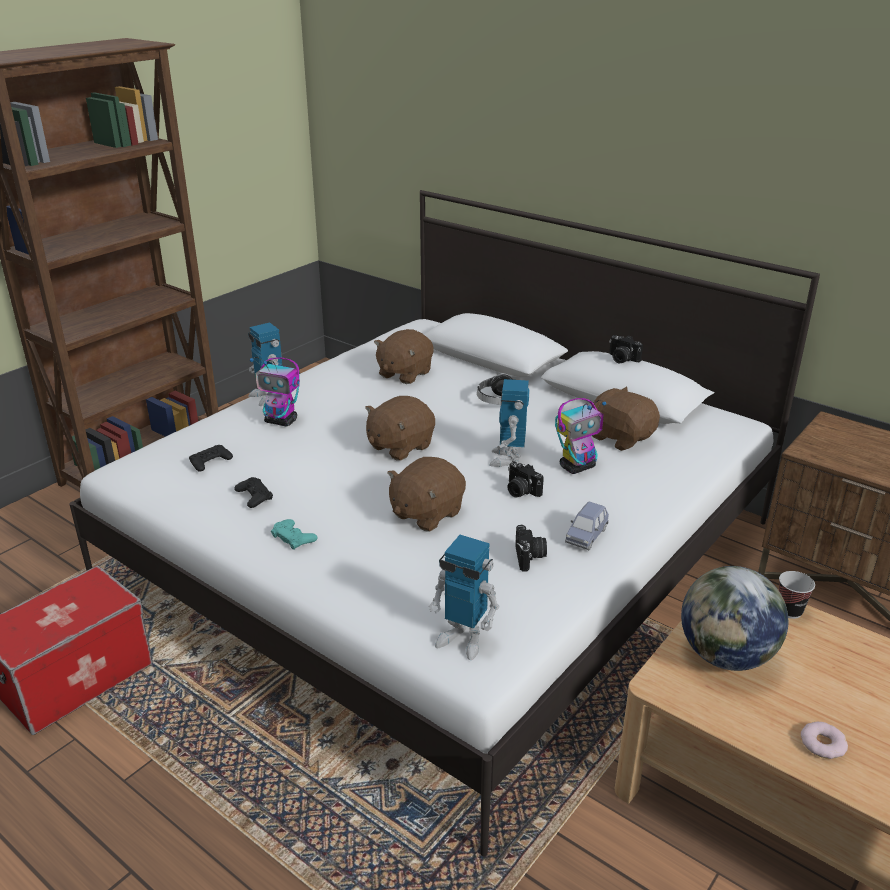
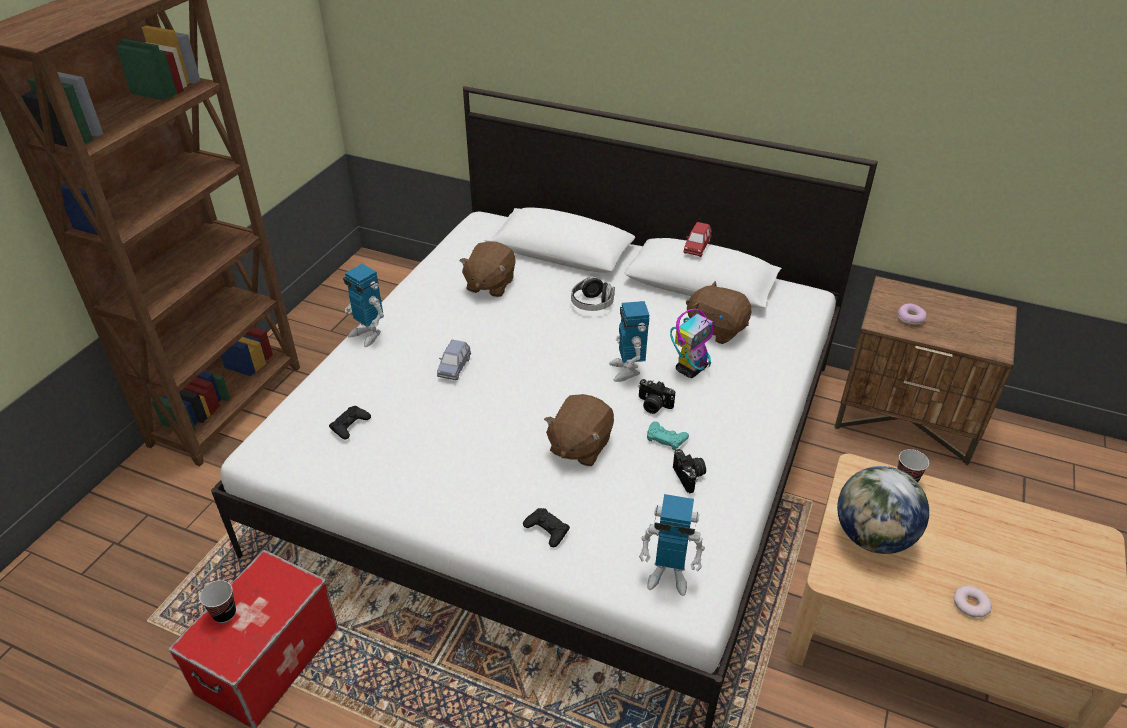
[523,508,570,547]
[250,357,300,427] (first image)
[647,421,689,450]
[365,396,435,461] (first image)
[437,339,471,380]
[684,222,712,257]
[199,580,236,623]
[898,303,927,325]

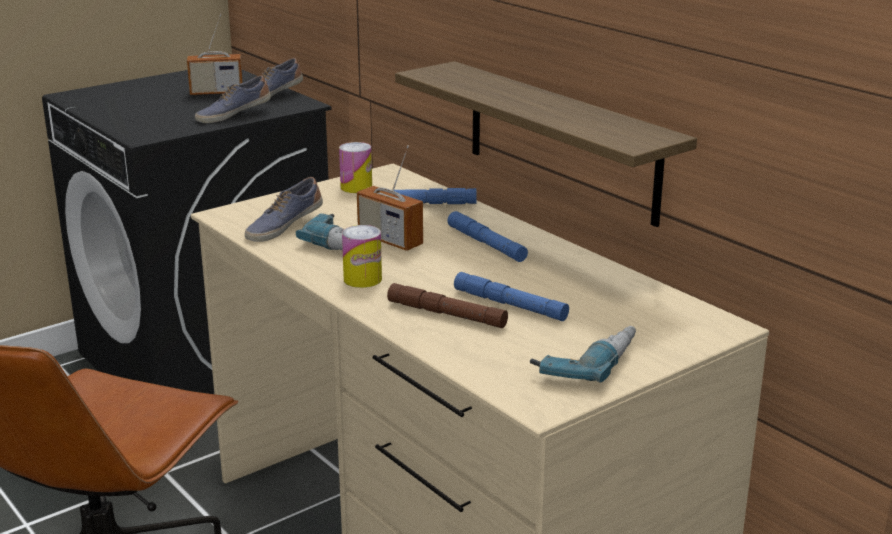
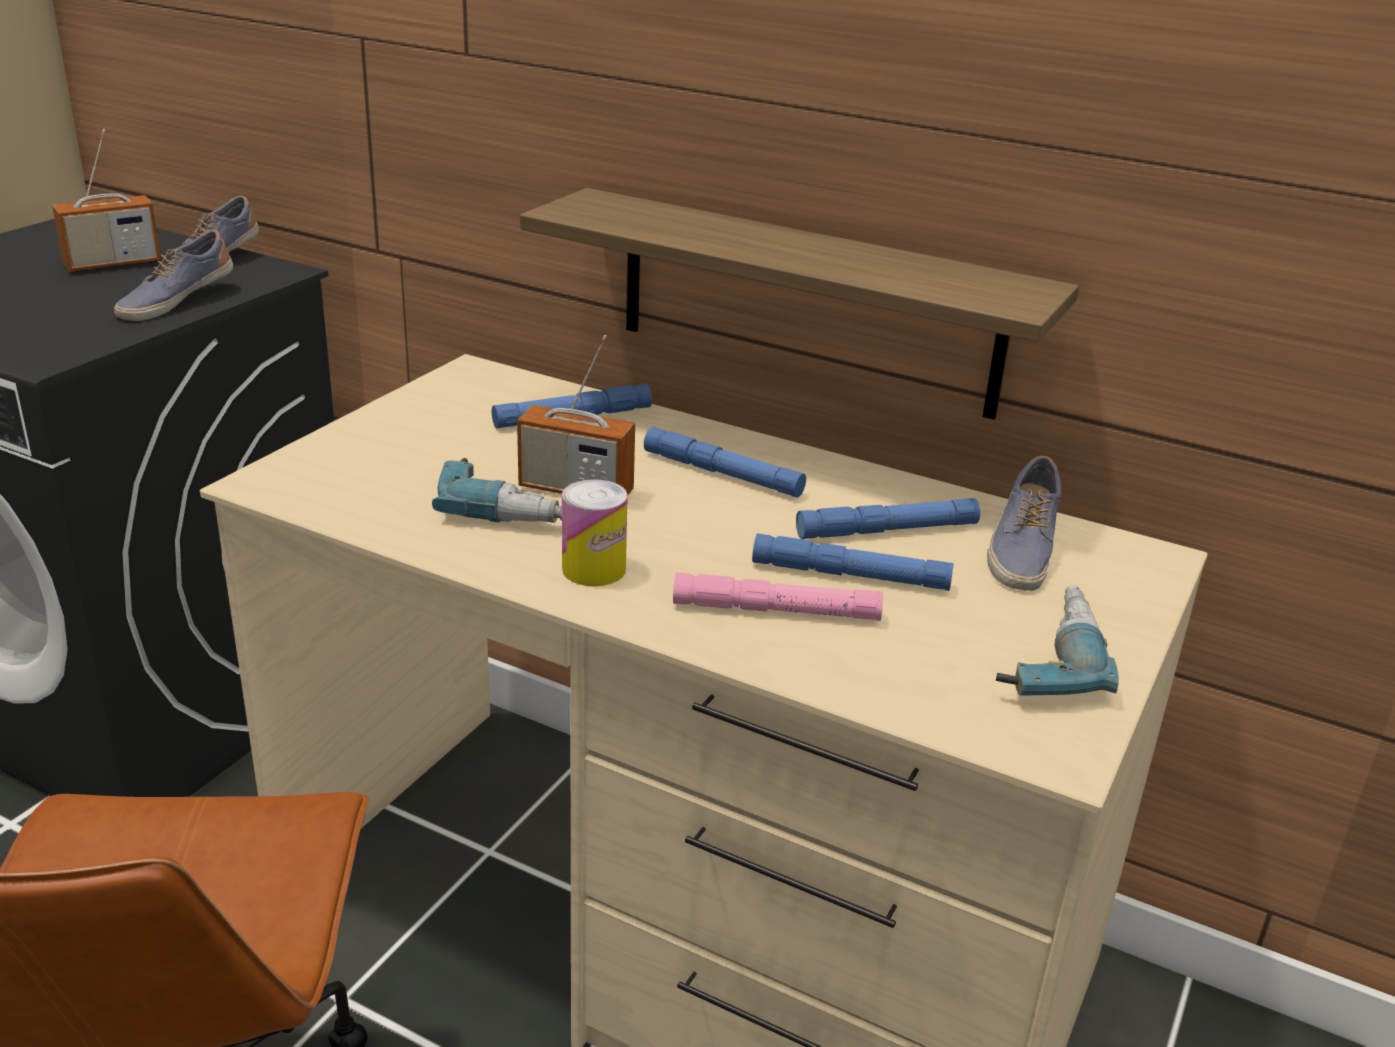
[987,456,1061,591]
[339,142,372,193] (first image)
[673,572,883,621]
[796,498,980,539]

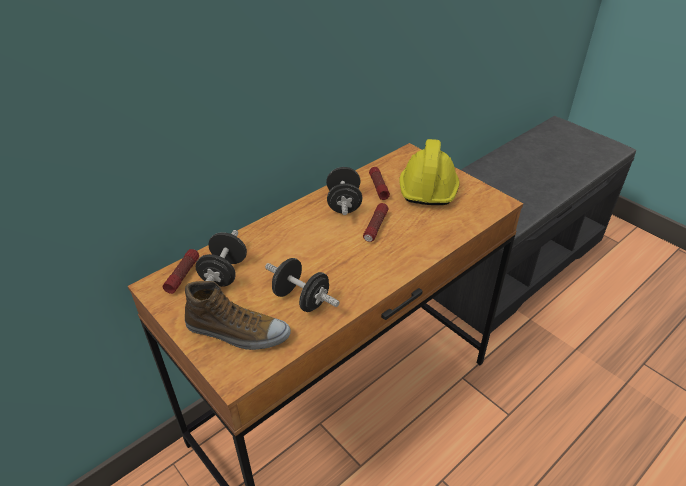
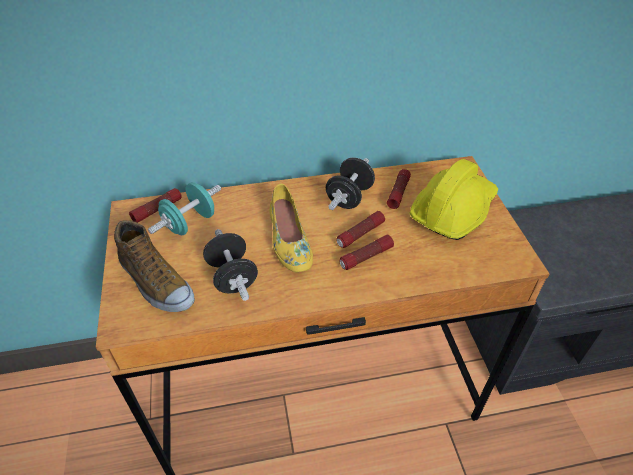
[148,182,221,235]
[269,184,313,272]
[339,235,394,270]

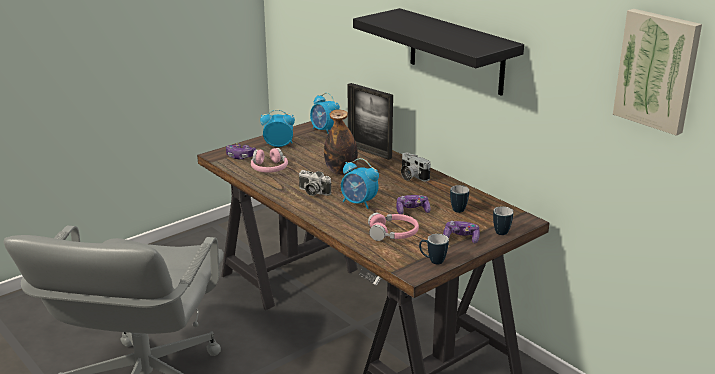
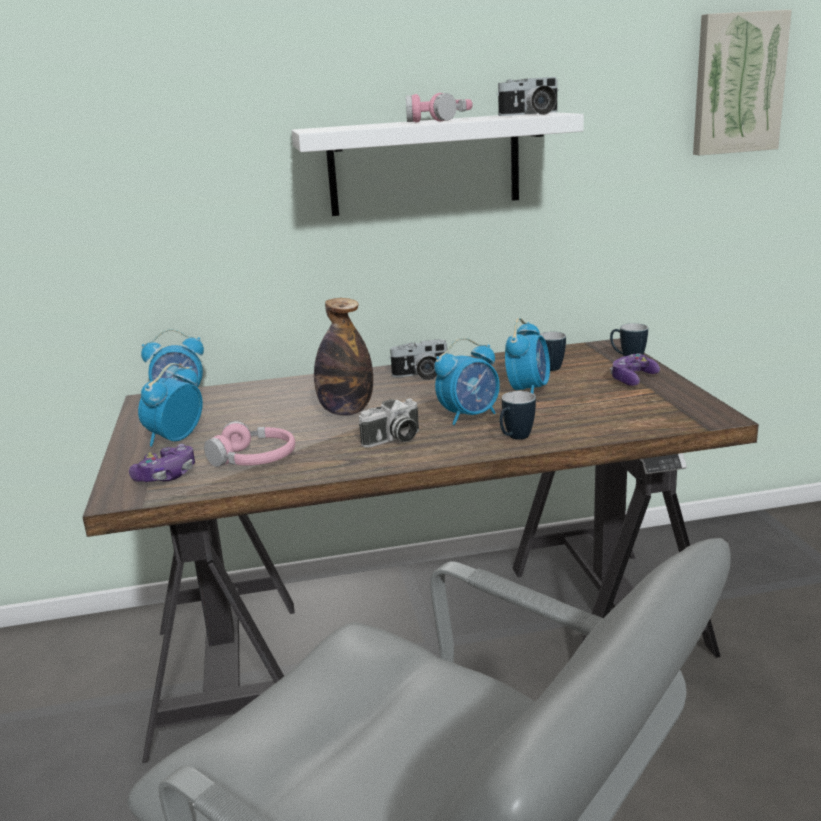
[348,83,393,160] (first image)
[291,112,584,216]
[406,93,473,122]
[505,318,550,393]
[500,391,536,440]
[496,77,557,116]

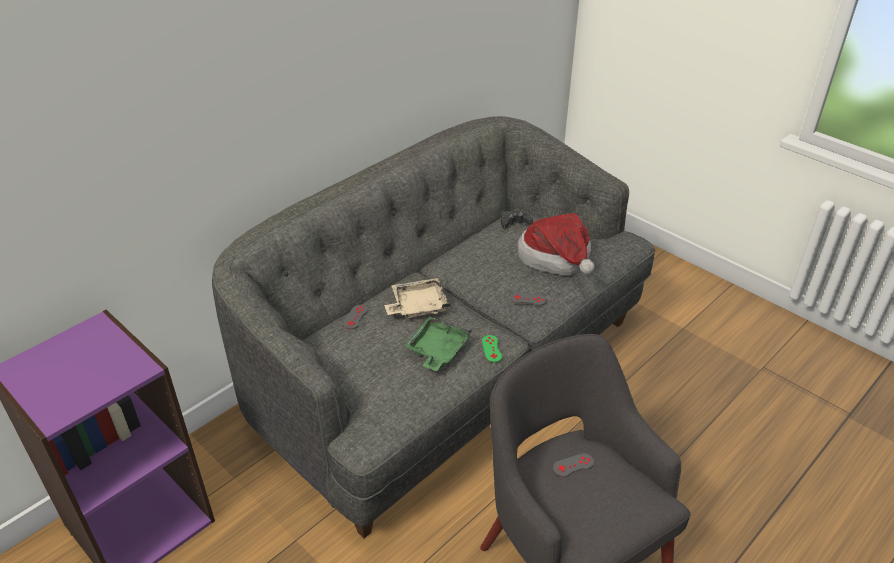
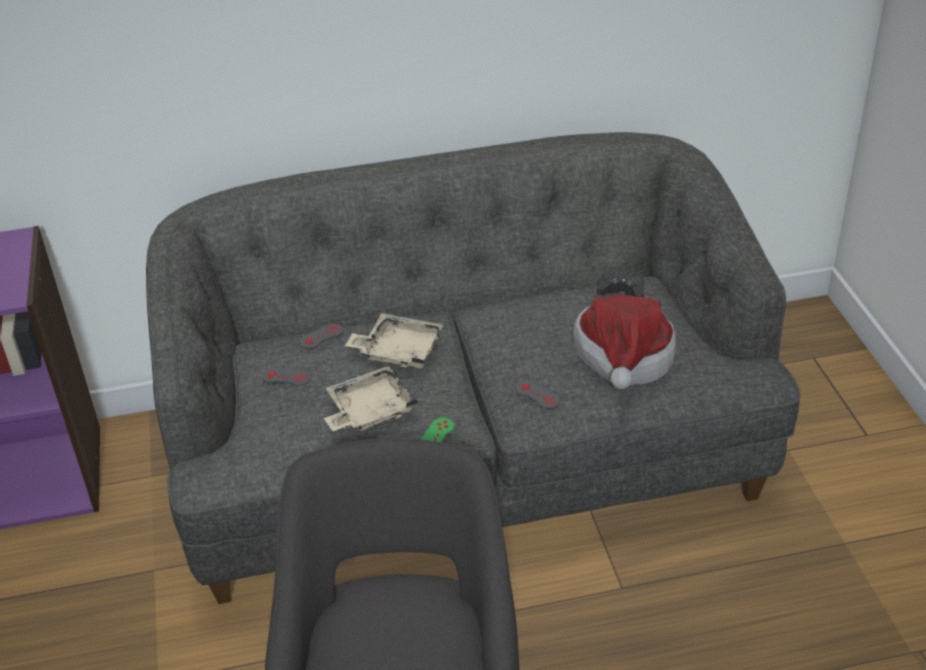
[324,366,418,431]
[262,368,311,386]

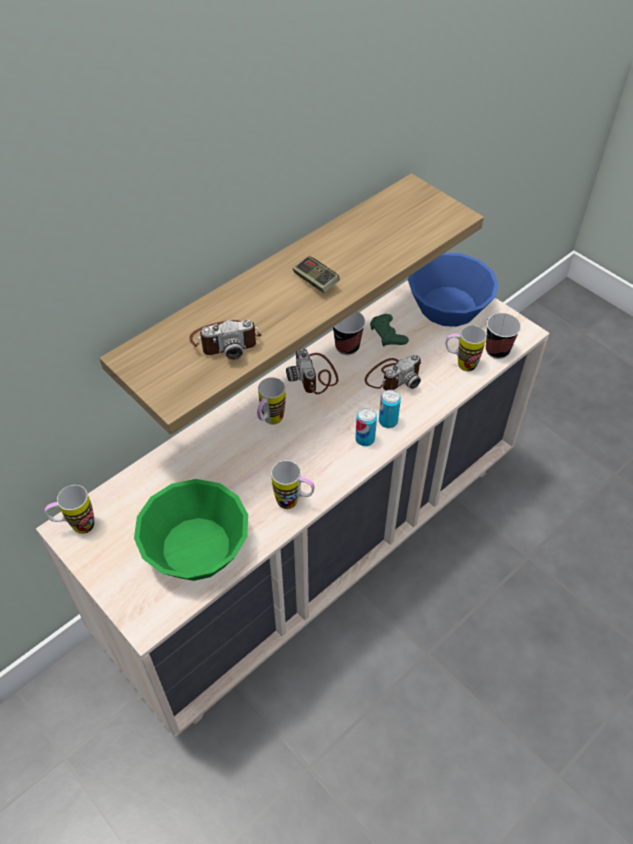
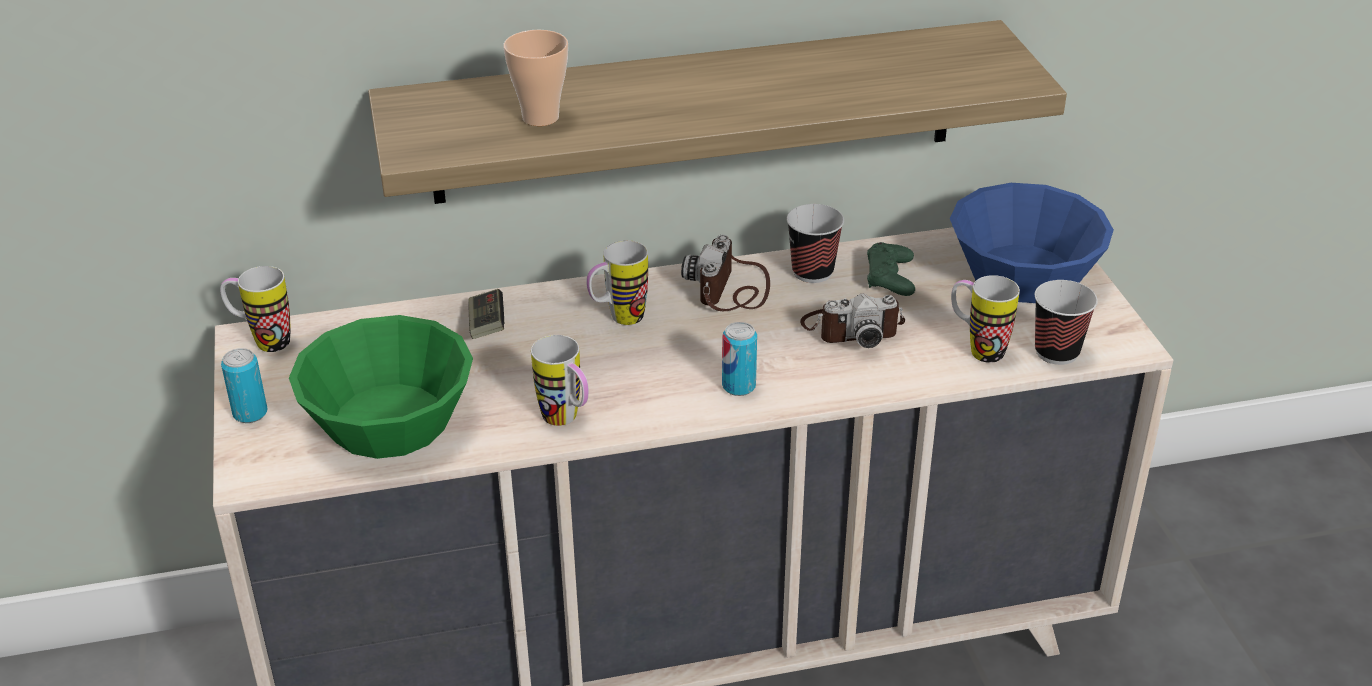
[503,30,568,126]
[468,289,504,339]
[221,348,268,423]

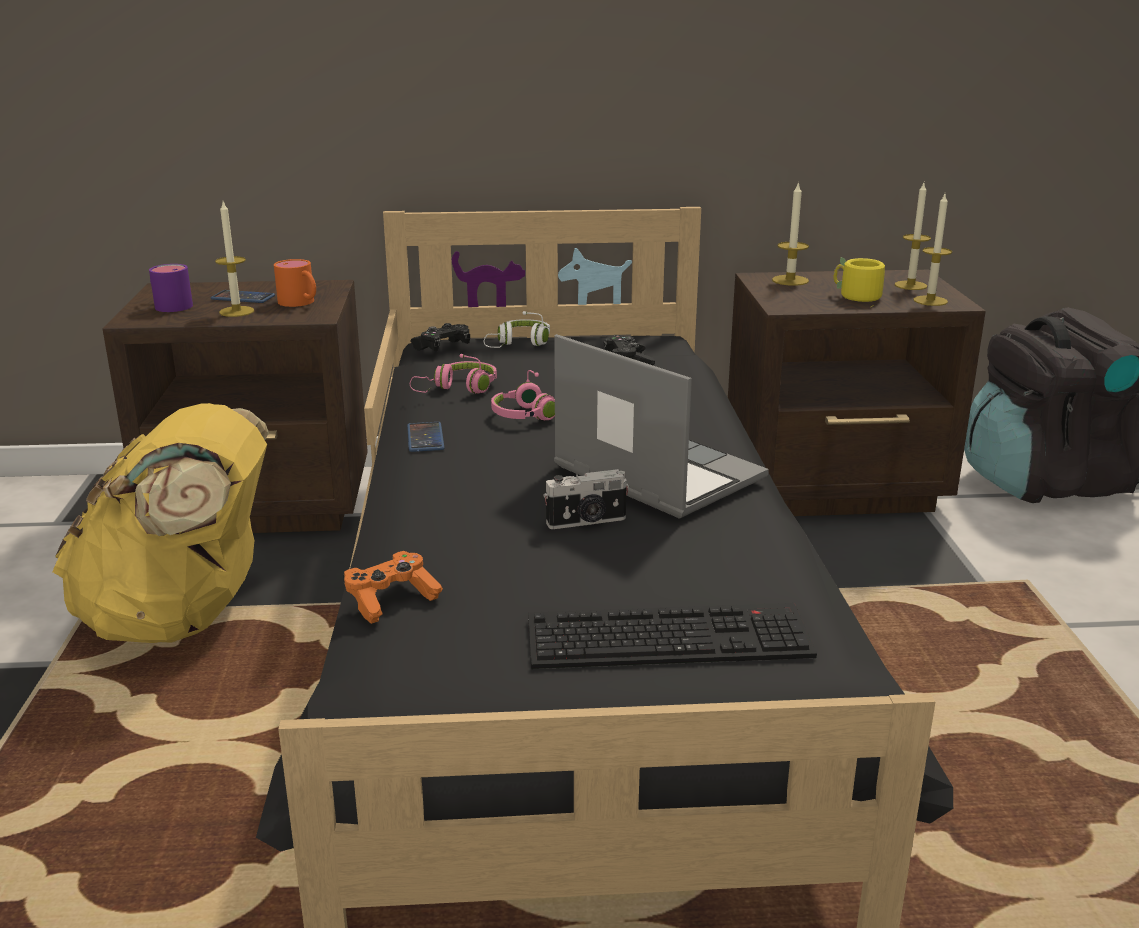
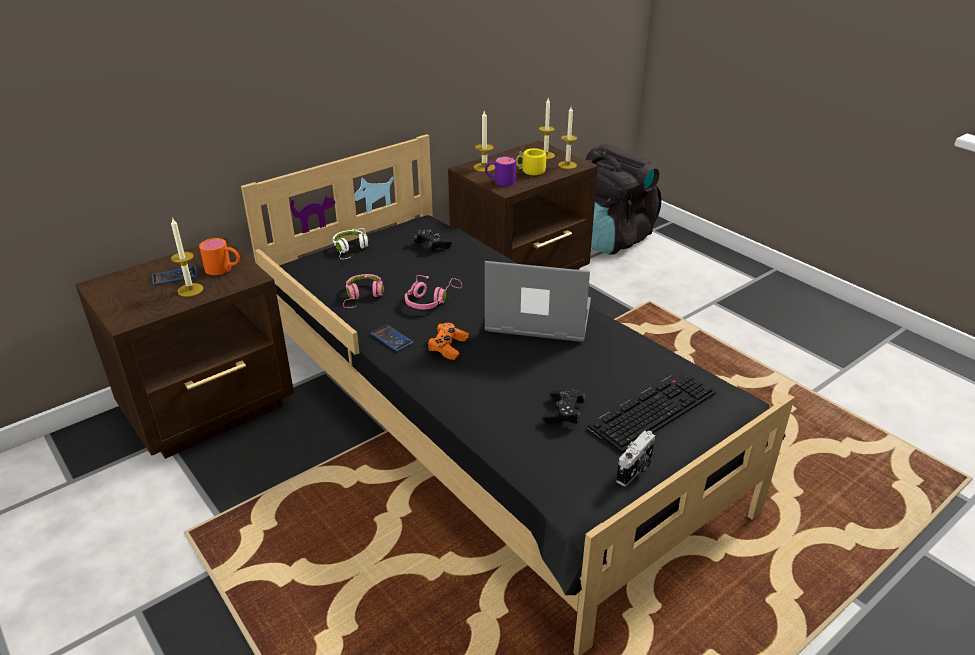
[53,403,269,643] (first image)
[485,156,516,186]
[427,323,469,360]
[542,387,586,425]
[616,431,655,486]

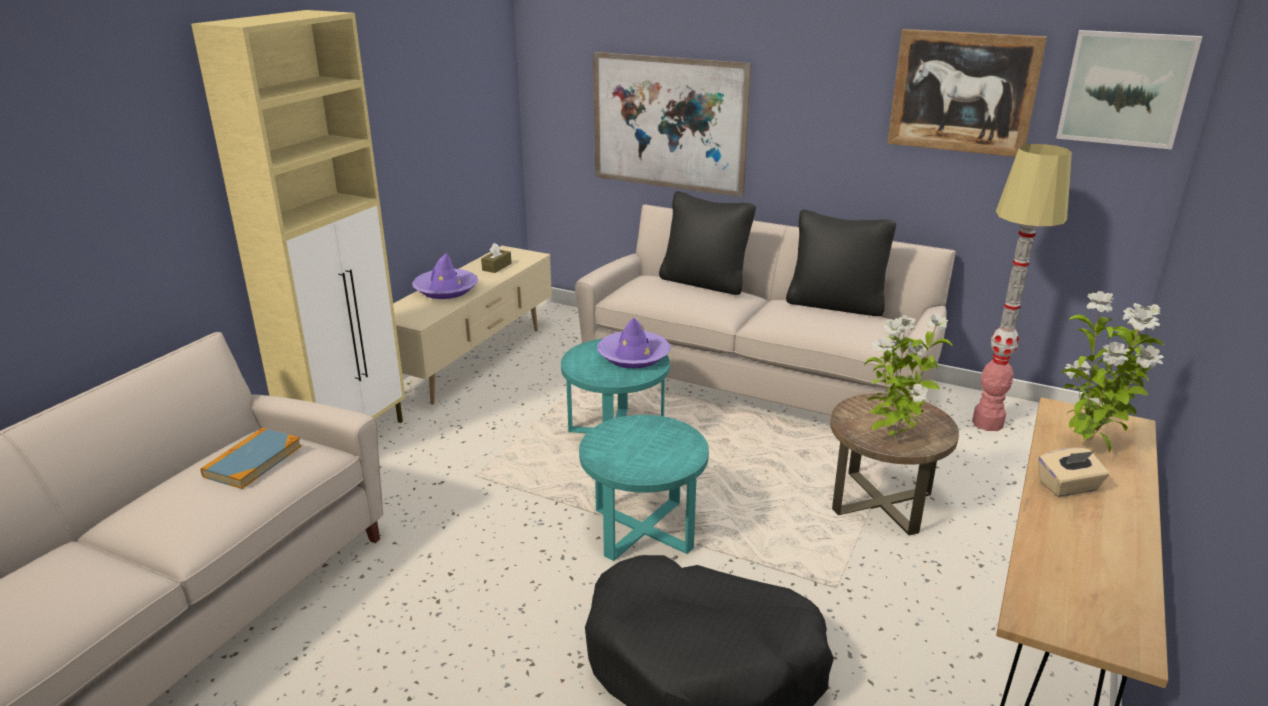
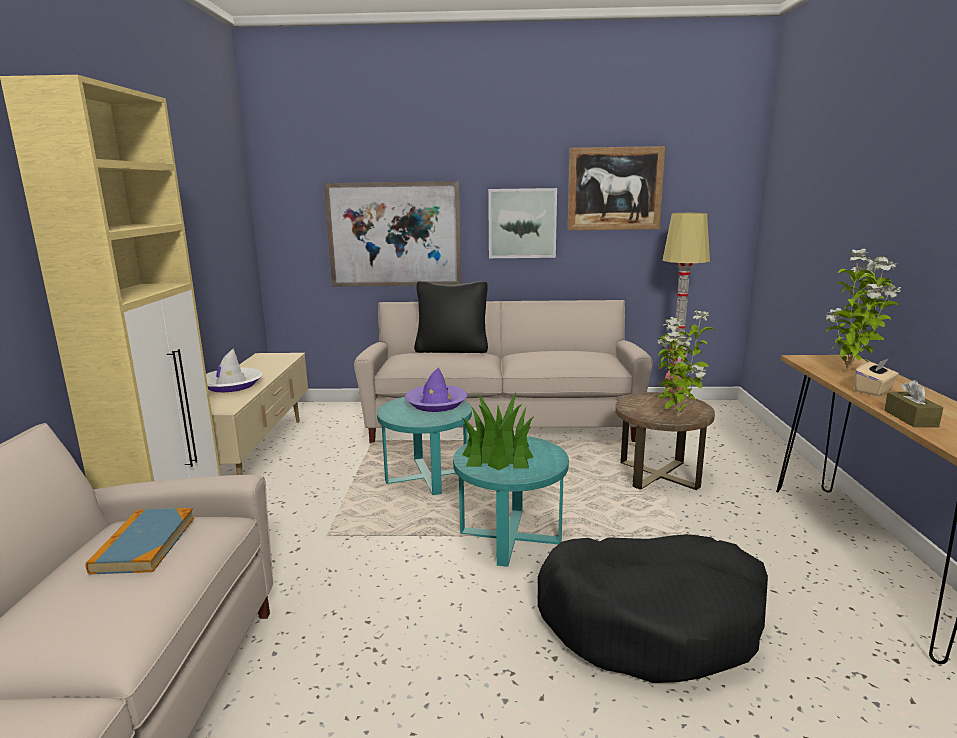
[206,348,263,392]
[884,380,943,427]
[786,210,896,316] (first image)
[488,188,557,258]
[462,392,533,471]

